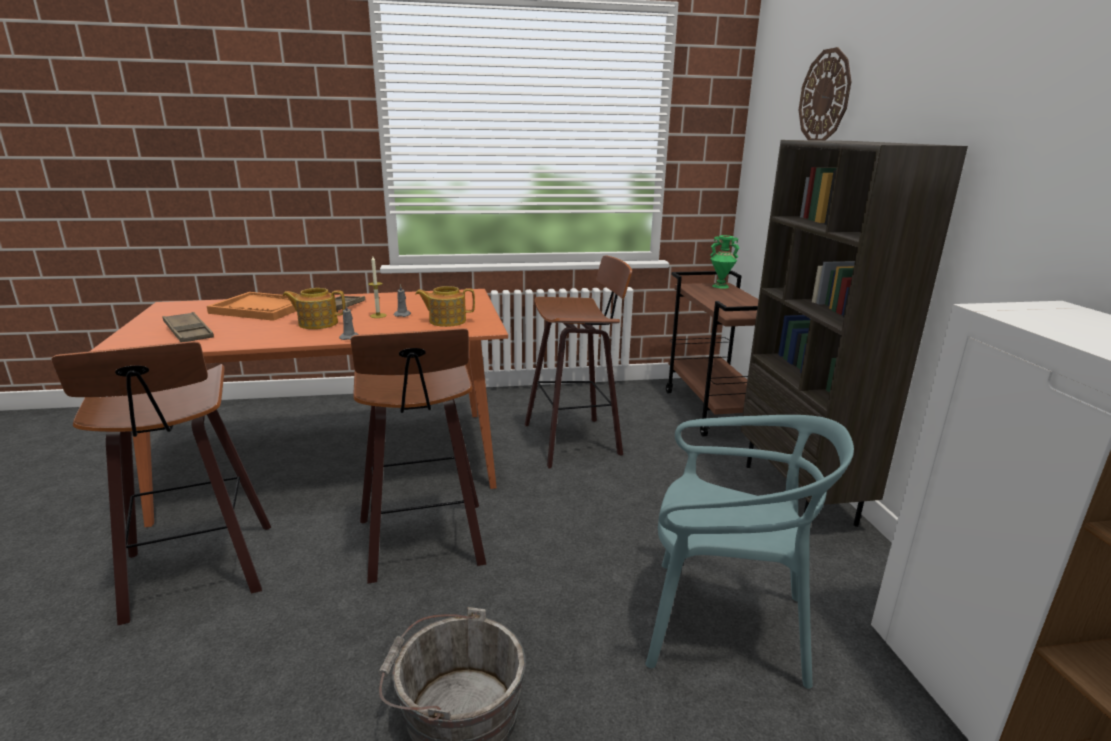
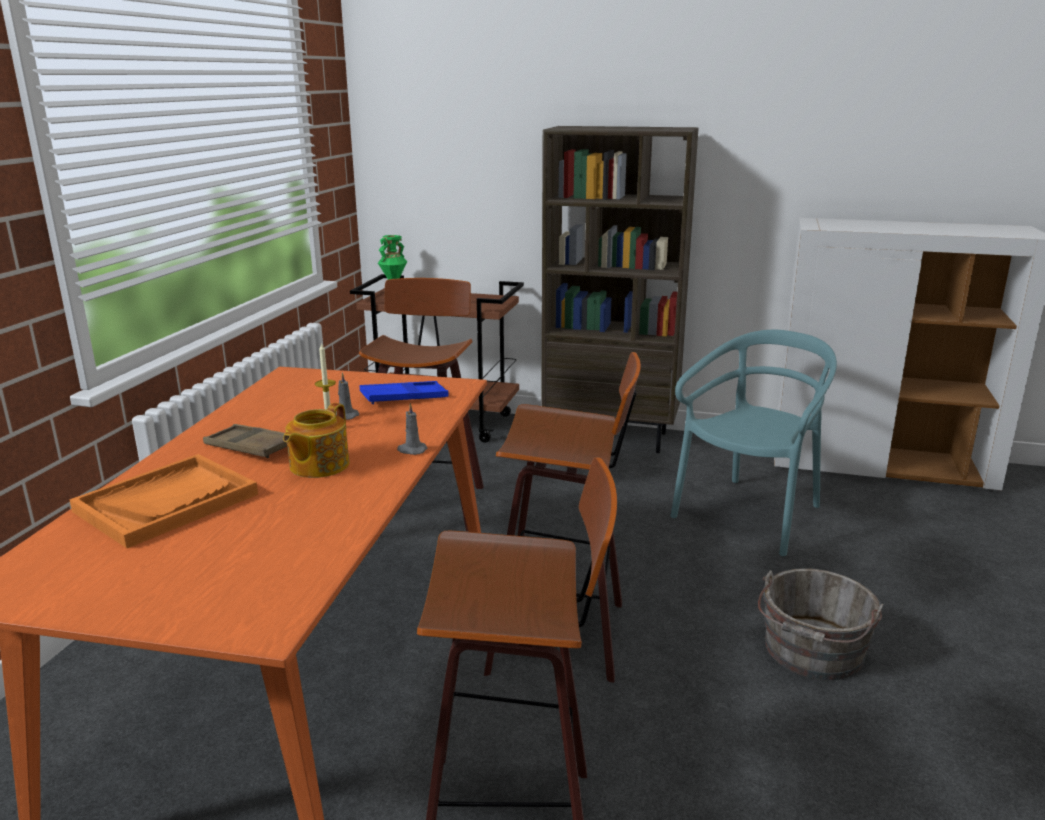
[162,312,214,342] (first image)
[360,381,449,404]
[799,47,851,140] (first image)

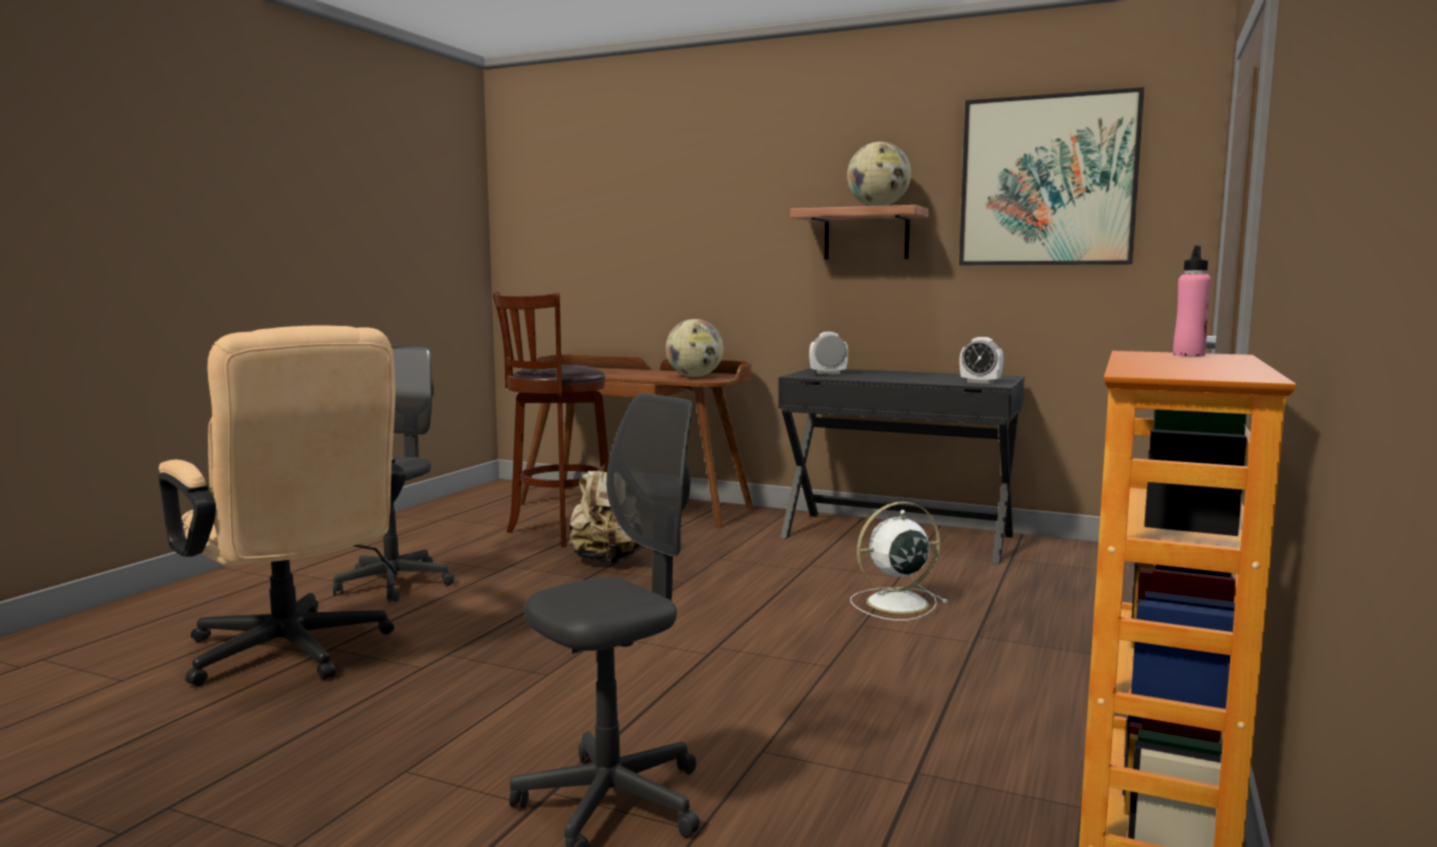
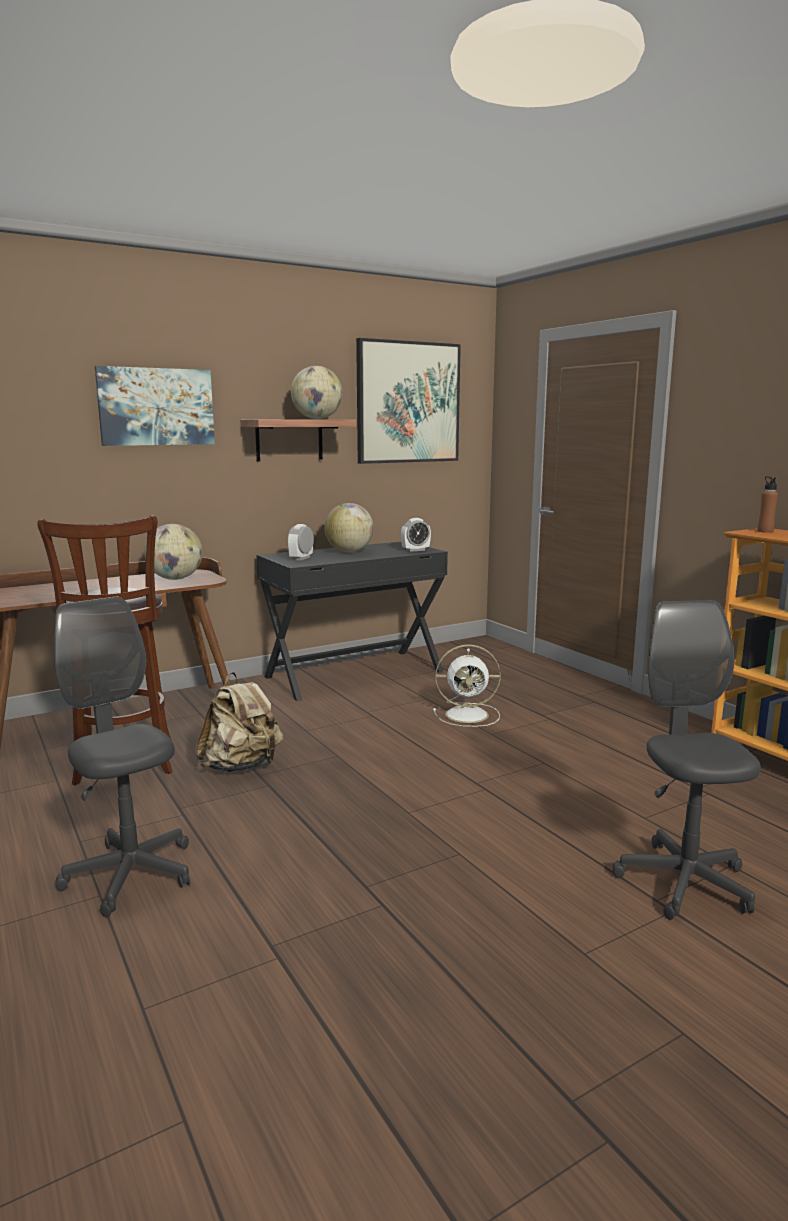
[158,325,406,686] (first image)
[433,645,501,727]
[758,476,778,533]
[95,366,215,446]
[324,503,374,552]

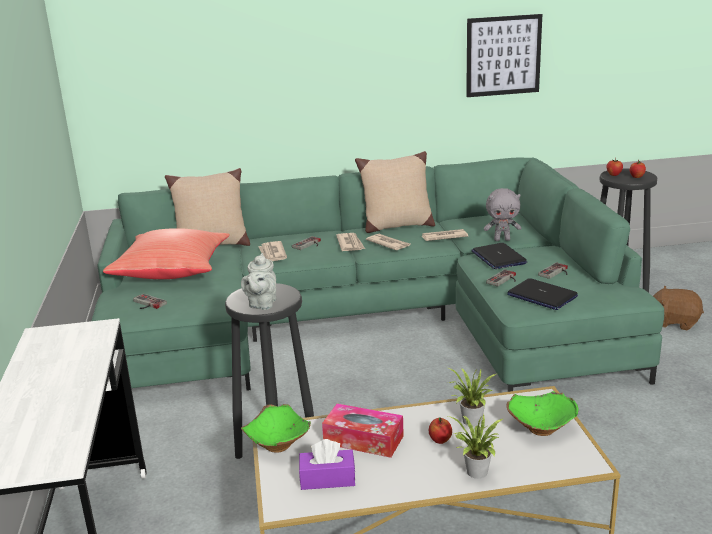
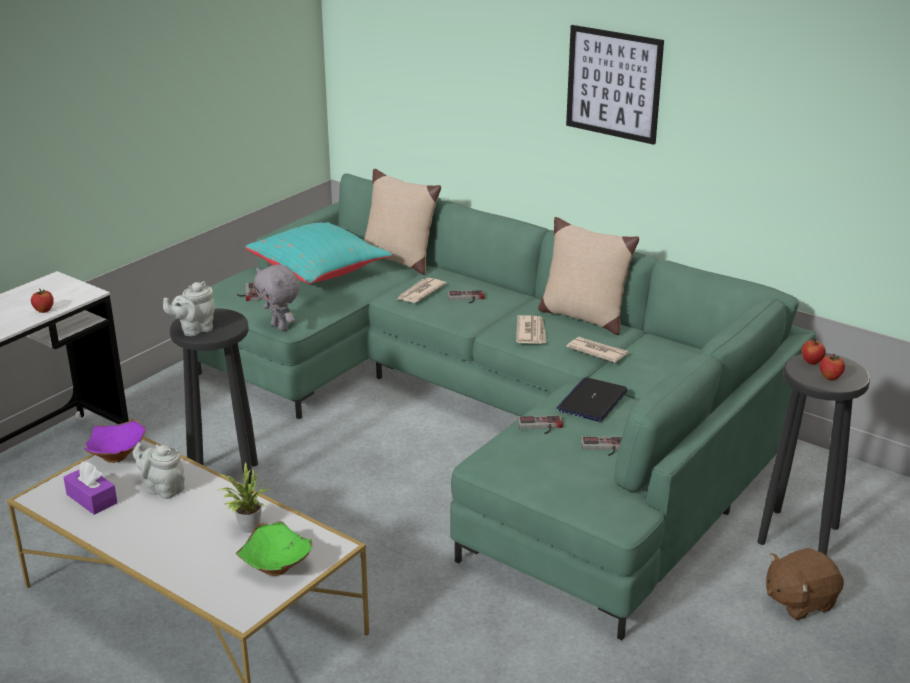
[245,222,392,284]
[84,419,146,463]
[133,442,185,499]
[336,233,365,251] (first image)
[31,289,54,313]
[448,415,502,479] (first image)
[566,25,664,145]
[254,264,300,331]
[507,278,578,310] (first image)
[766,548,844,620]

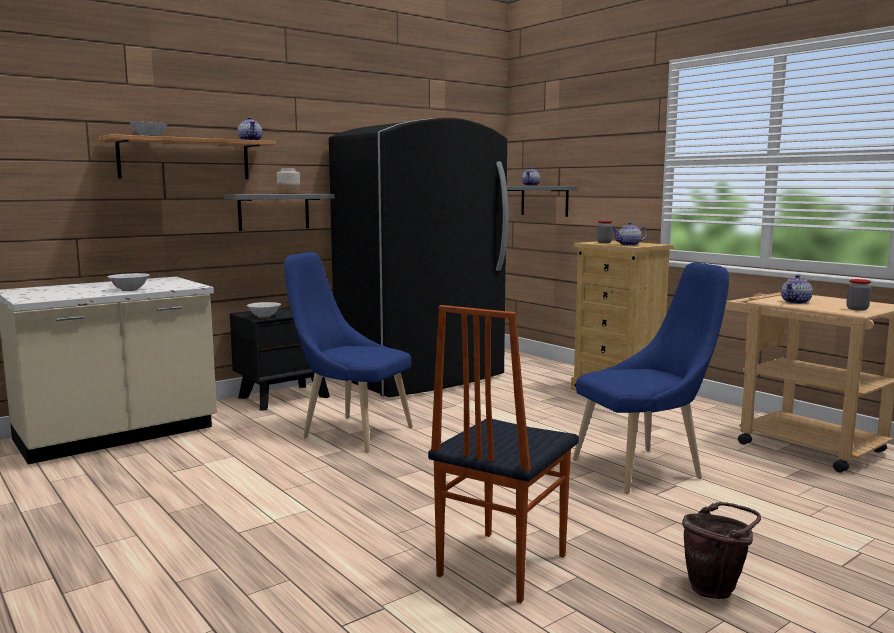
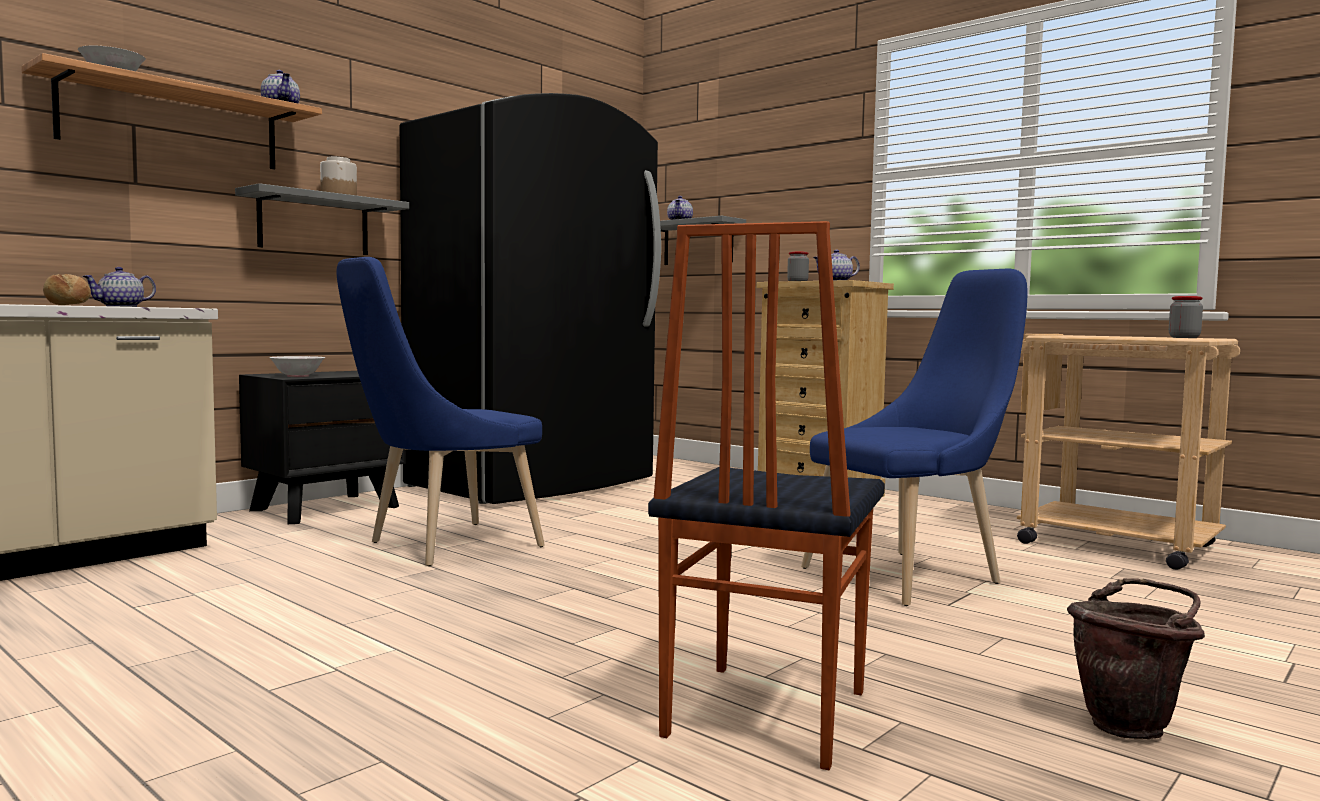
[43,274,91,305]
[336,257,545,566]
[82,267,156,307]

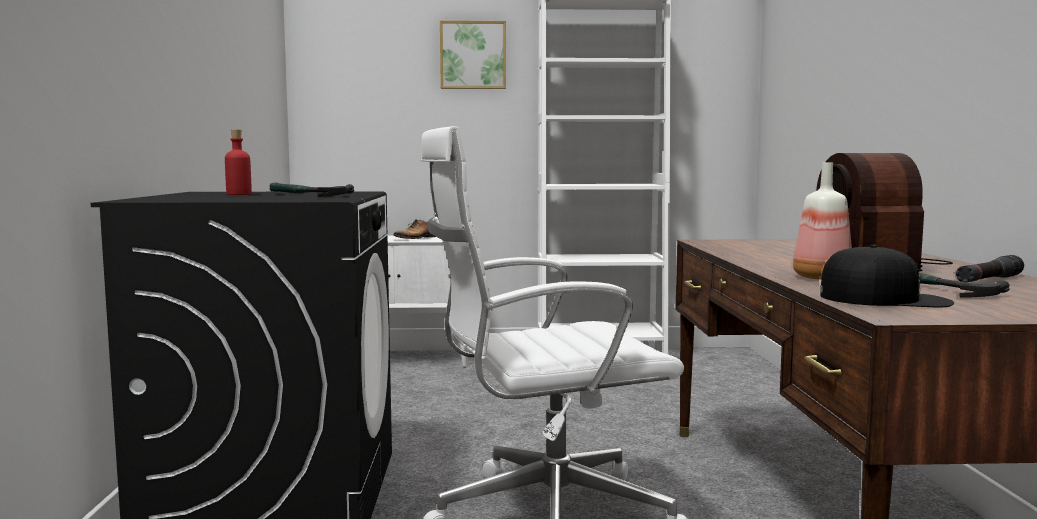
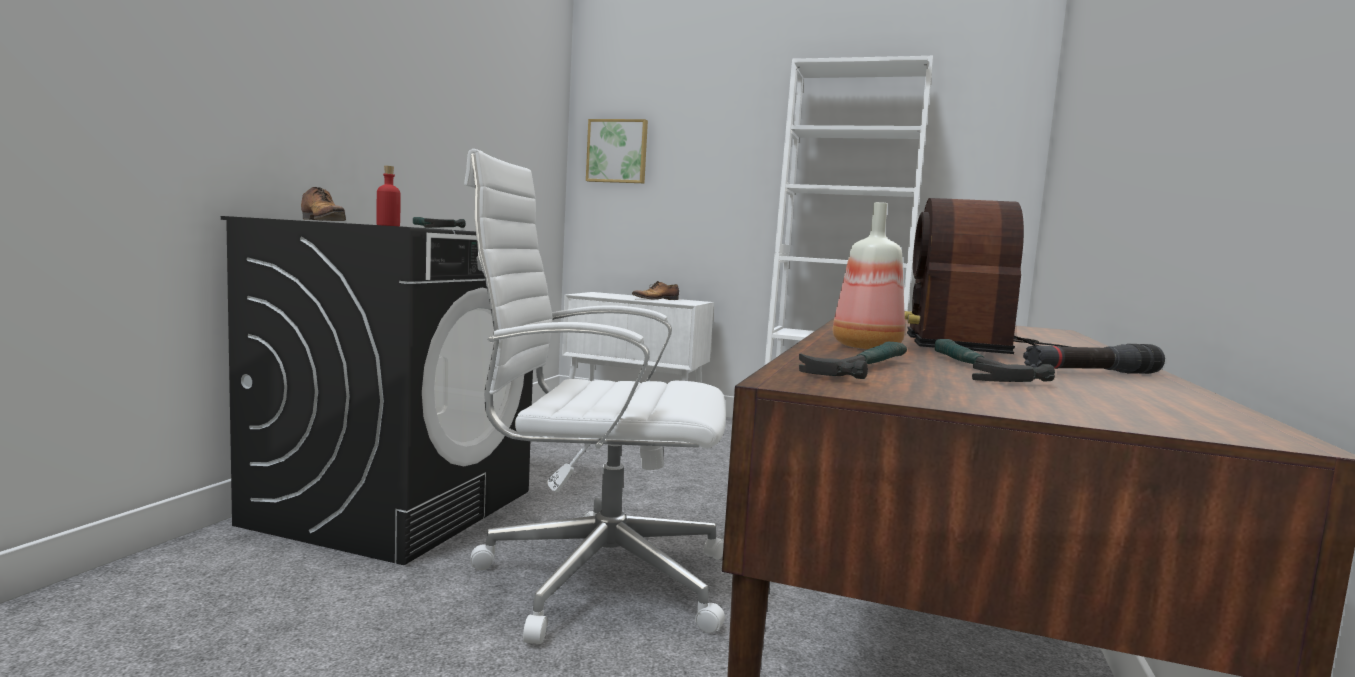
[586,119,648,183]
[799,342,907,379]
[301,187,346,221]

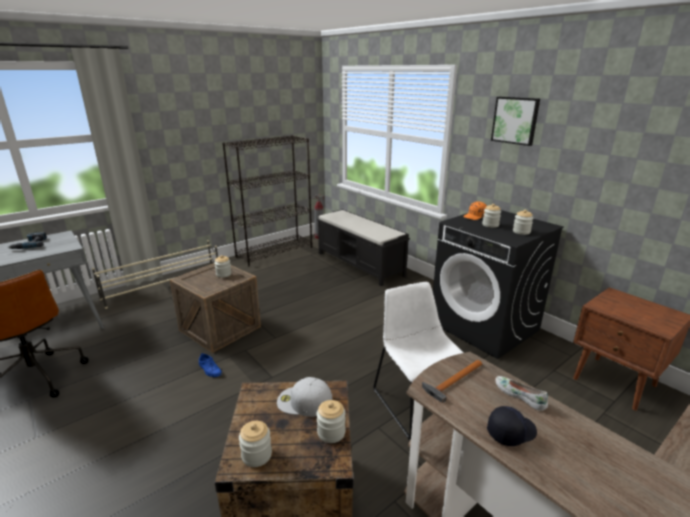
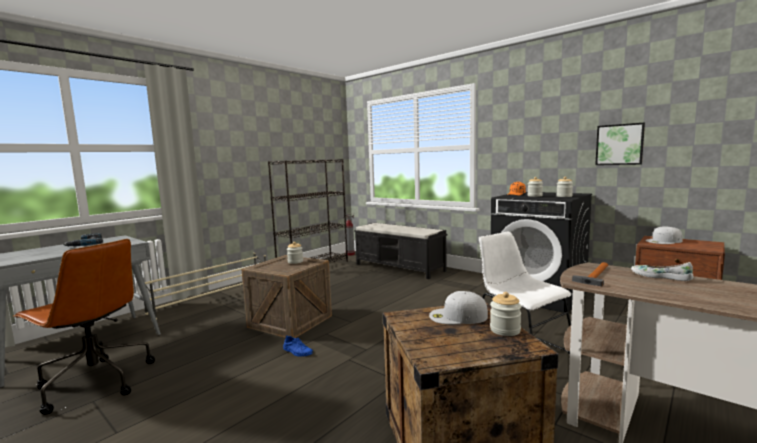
[239,421,272,467] (first image)
[487,406,537,446] (first image)
[595,123,645,165]
[645,226,683,244]

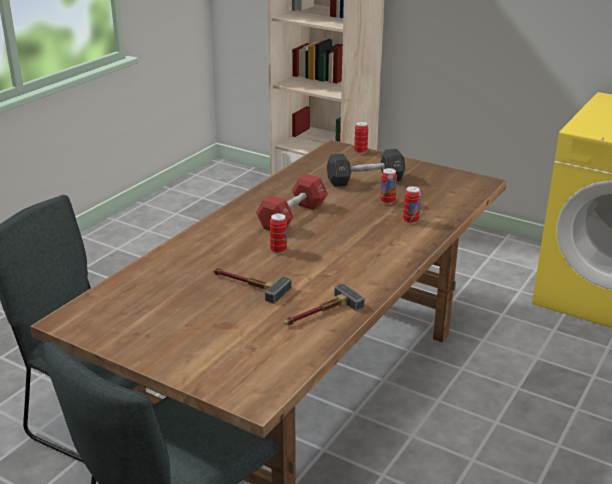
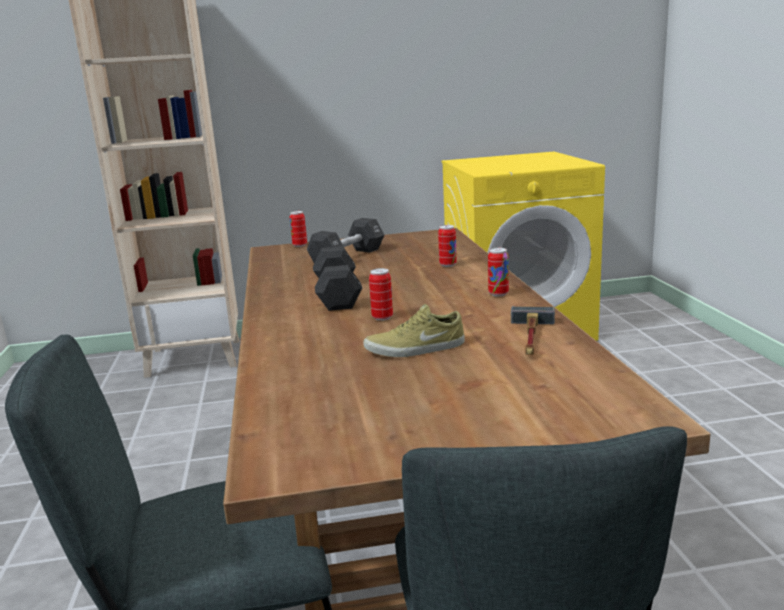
[364,304,465,357]
[313,246,362,311]
[488,248,509,297]

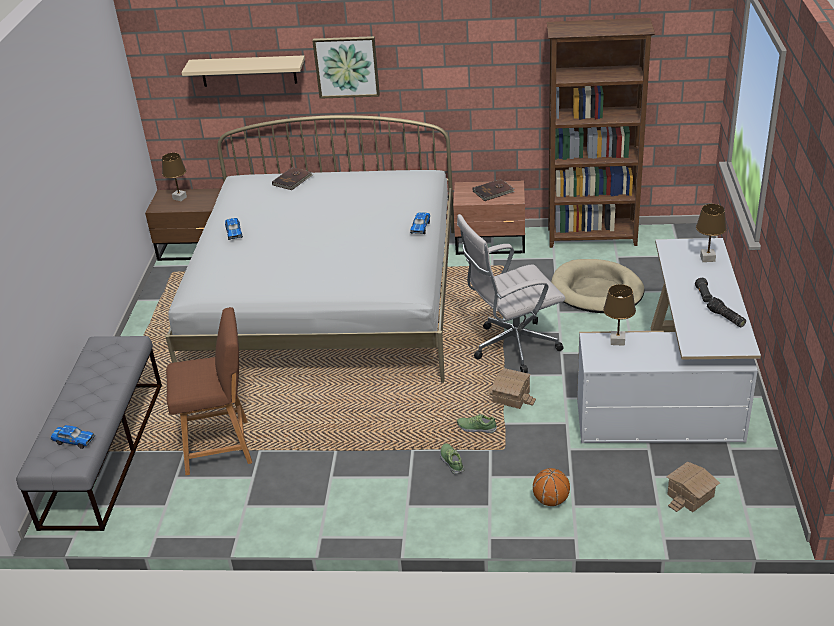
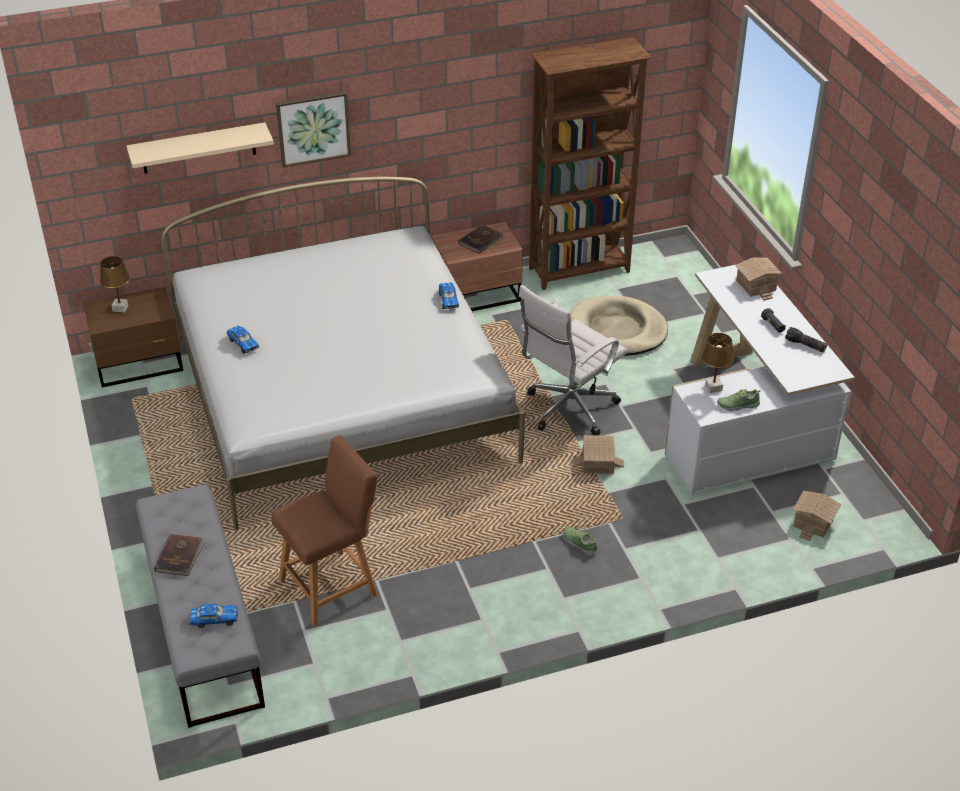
[154,534,206,576]
[717,389,761,411]
[533,468,570,506] (first image)
[735,258,782,300]

